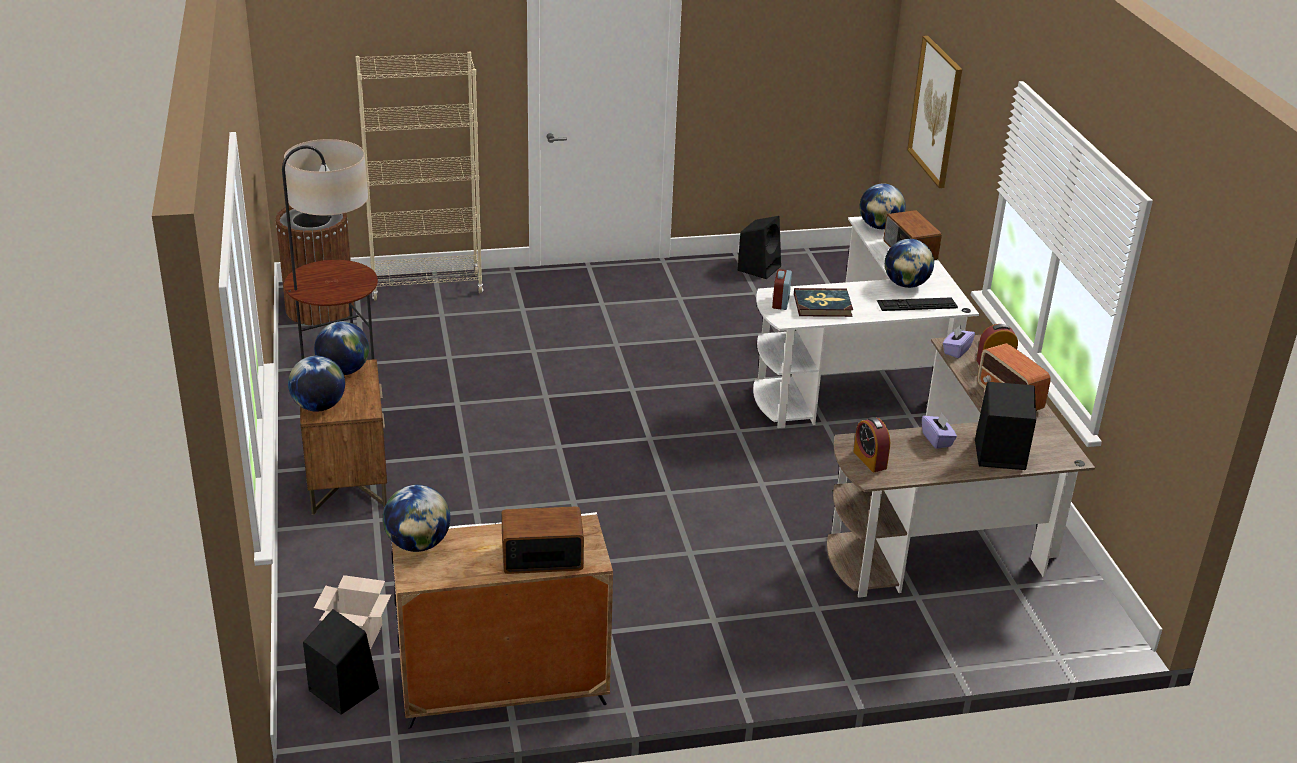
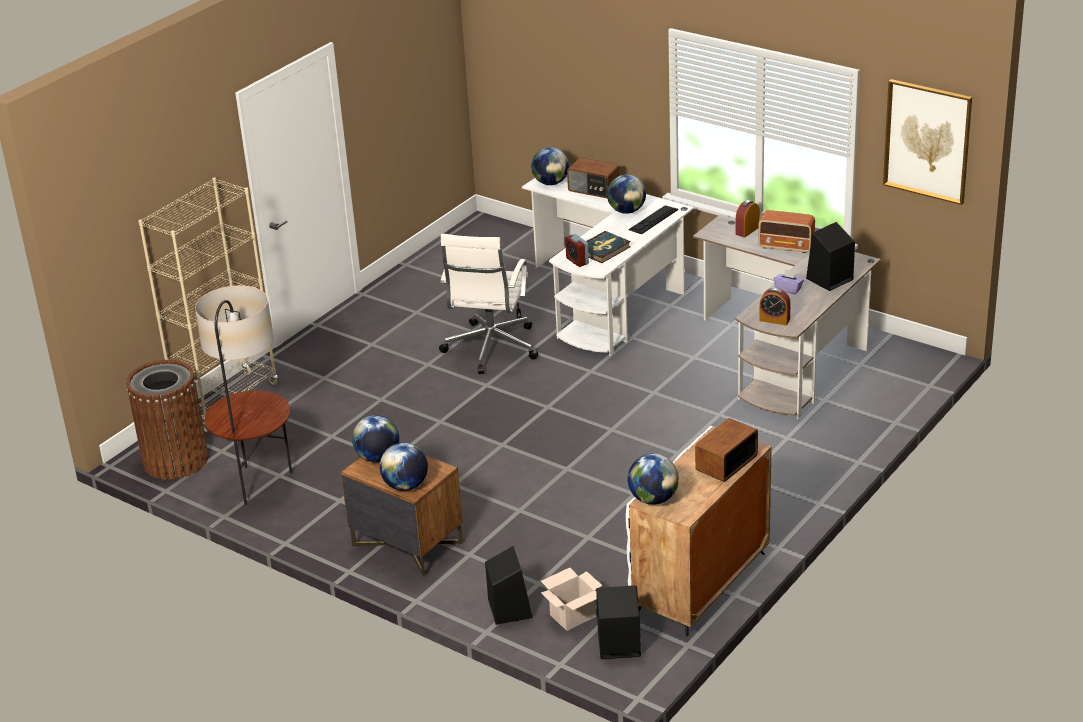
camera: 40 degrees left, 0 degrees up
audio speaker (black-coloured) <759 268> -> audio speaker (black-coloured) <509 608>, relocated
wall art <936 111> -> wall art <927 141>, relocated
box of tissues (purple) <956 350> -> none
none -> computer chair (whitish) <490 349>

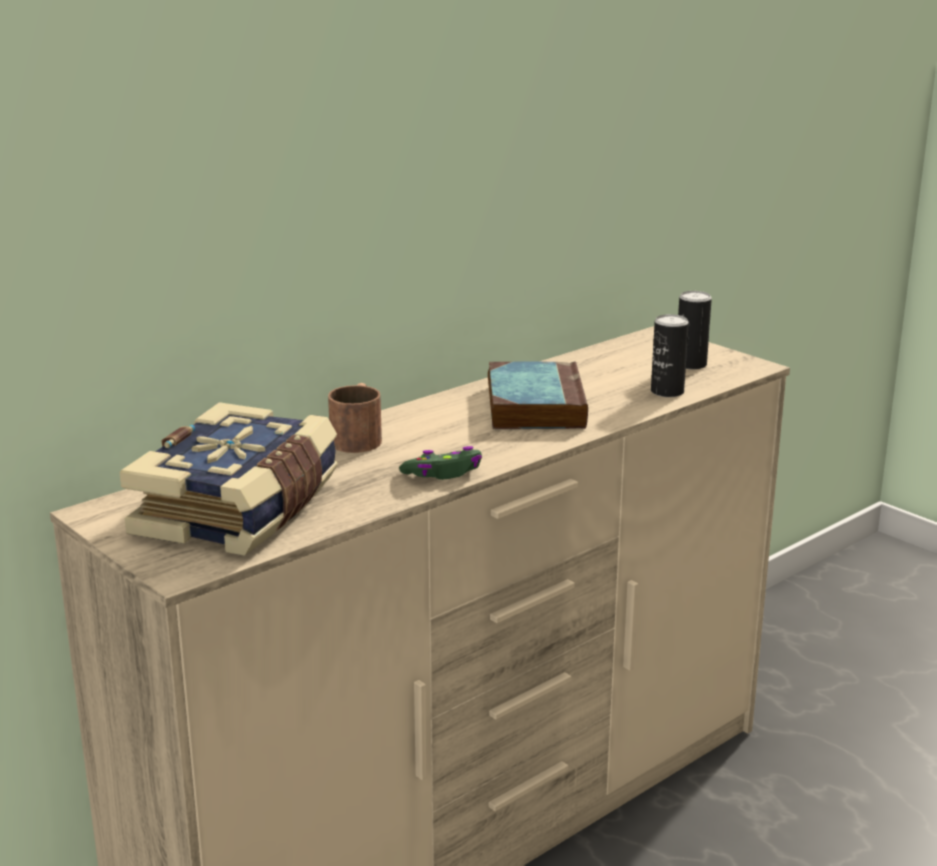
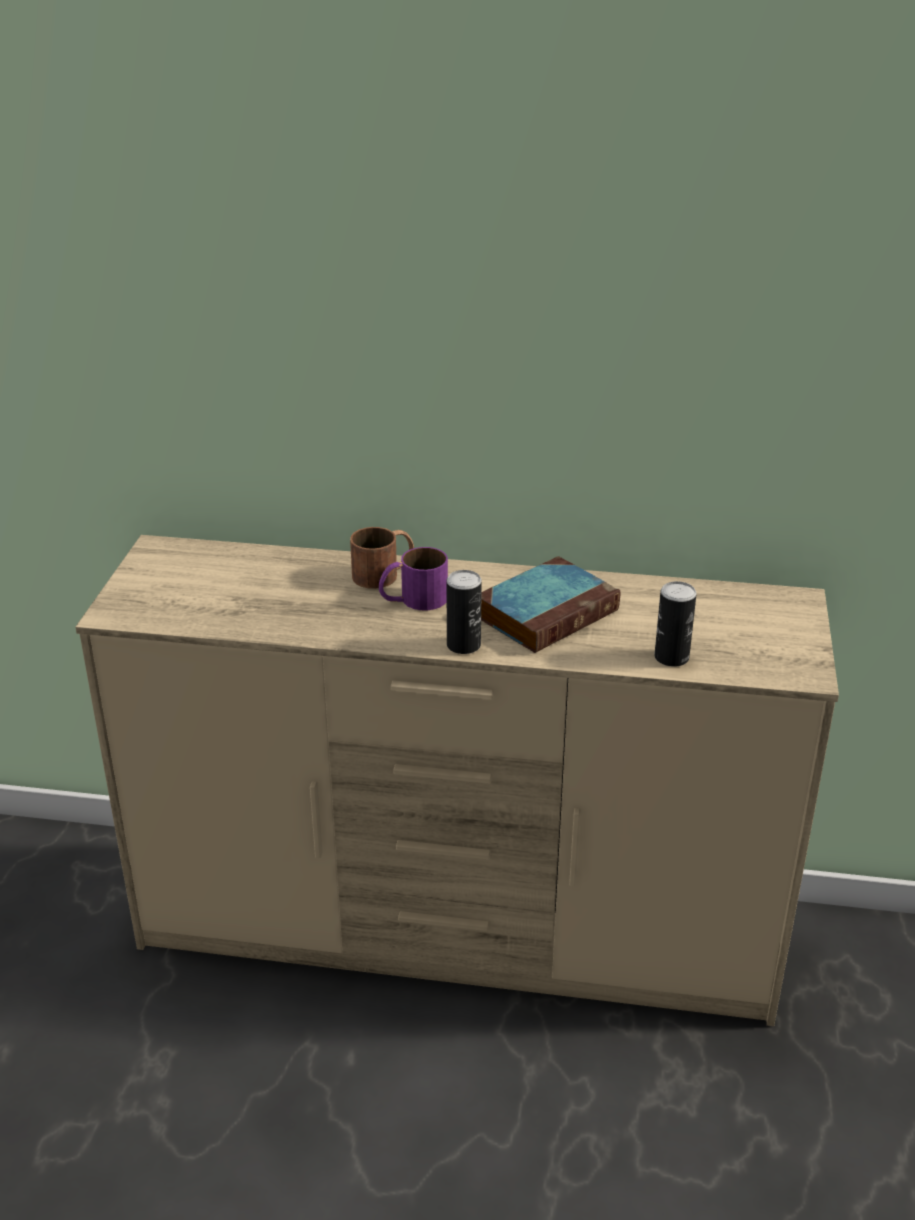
camera: 50 degrees right, 10 degrees up
volume <241 510> -> none
gamepad (greenish) <444 473> -> none
metal can <690 364> -> metal can <463 645>, relocated
none -> tea mug (purple) <413 599>

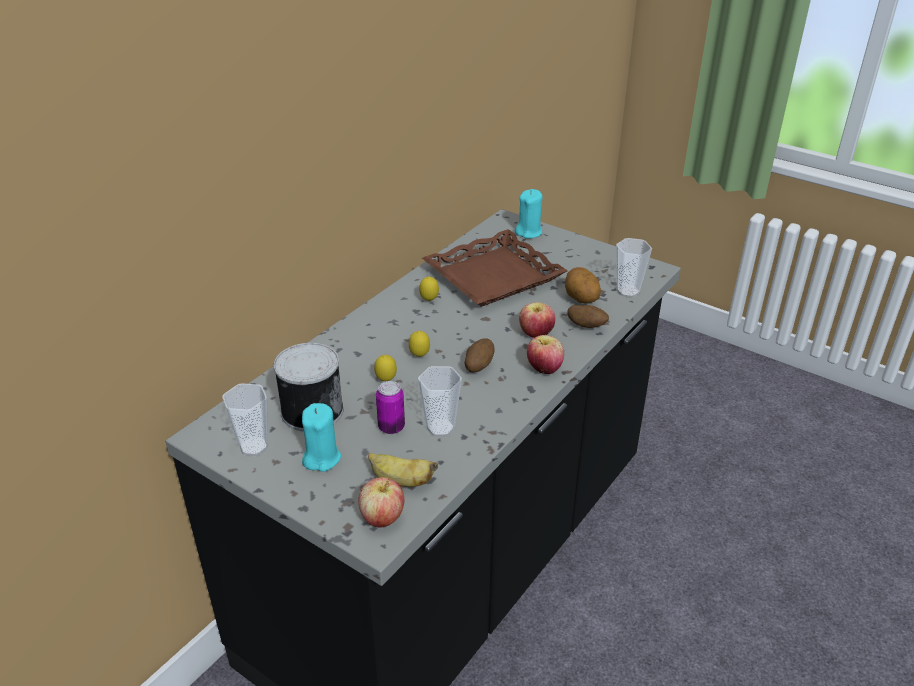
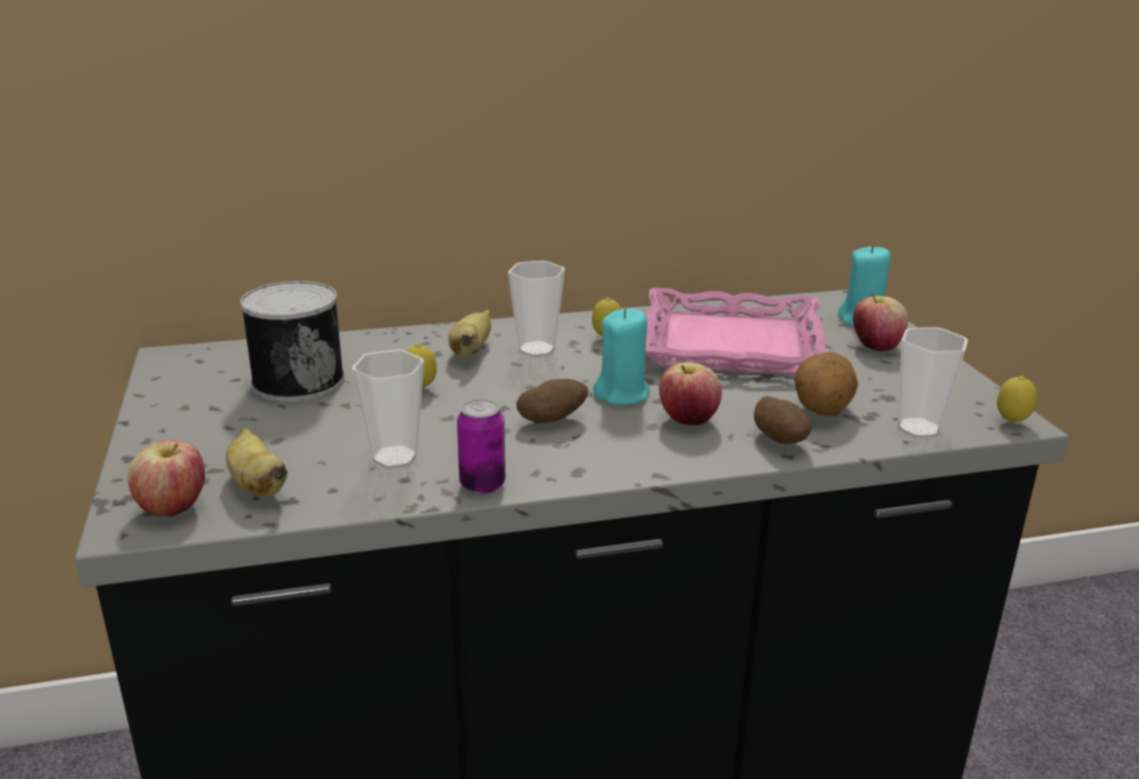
camera: 40 degrees right, 10 degrees down
cup <253 447> -> cup <536 349>, relocated
wax light (turquoise) <321 458> -> wax light (turquoise) <622 394>, relocated
metal can <391 427> -> metal can <482 485>, relocated
citrus fruit <419 356> -> citrus fruit <1011 422>, relocated
serving tray (brown) <494 277> -> serving tray (pinkish) <732 345>
apple fruit <544 369> -> apple fruit <876 346>, relocated
none -> whole banana <471 351>

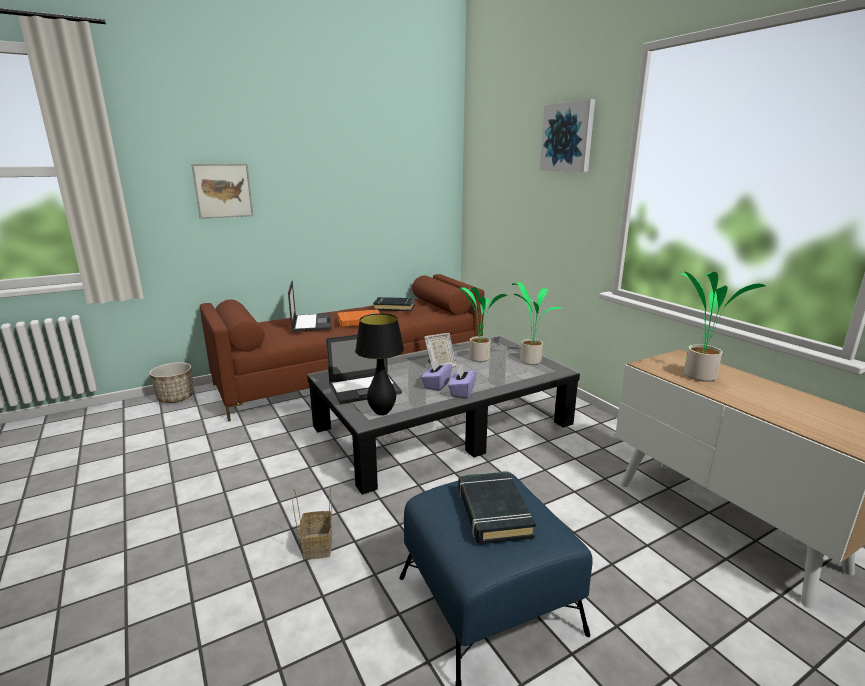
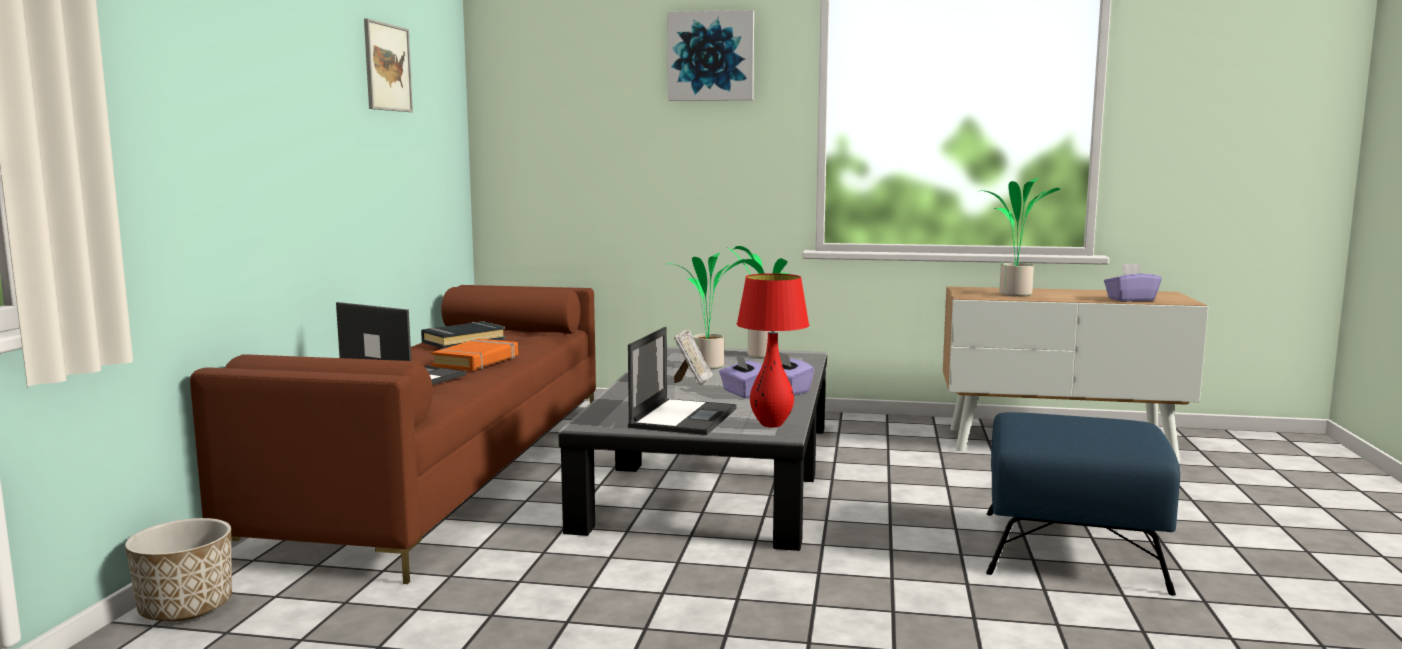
camera: 50 degrees left, 10 degrees down
wall art <223 190> -> wall art <387 67>, relocated
household basket <316 545> -> none
tabletop lamp (black-coloured) <382 412> -> tabletop lamp (reddish) <771 424>
volume (black-coloured) <493 512> -> none
none -> box of tissues (purple) <1130 299>

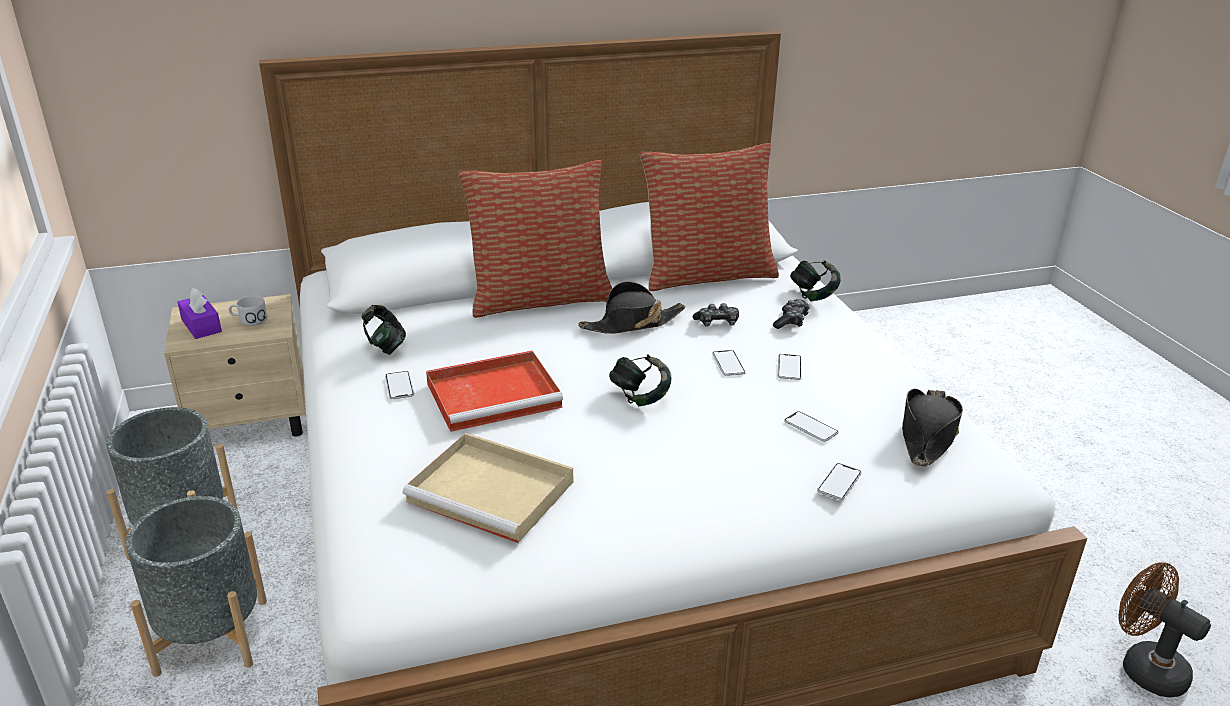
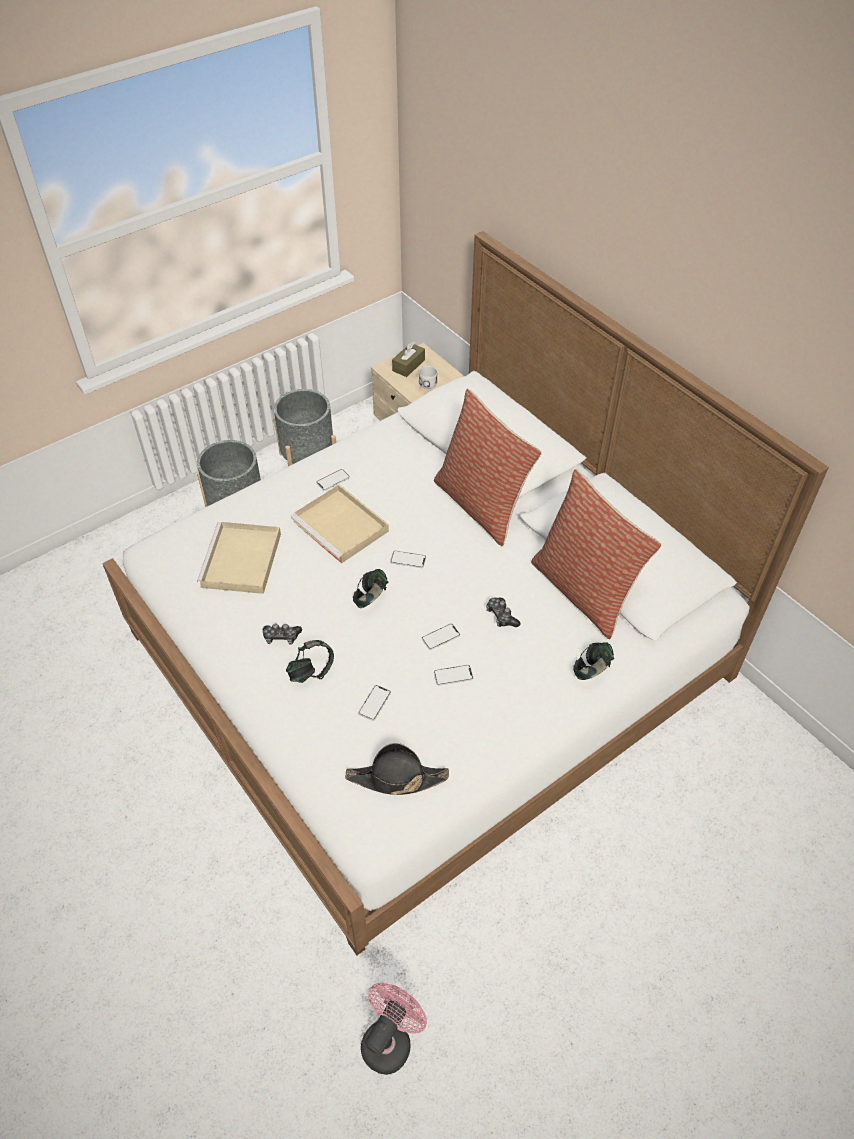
camera: 70 degrees right, 20 degrees up
box of tissues (purple) <201 326> -> box of tissues (brown) <408 365>
pair of headphones <386 347> -> pair of headphones <311 672>, relocated
serving tray (reddish) <496 394> -> serving tray (sand-coloured) <342 527>
wearable hat (black-coloured) <631 323> -> none
gamepad <791 321> -> gamepad <281 637>, relocated
handset <839 482> -> handset <408 560>, relocated
fan (brown) <1144 667> -> fan (pinkish) <390 1039>

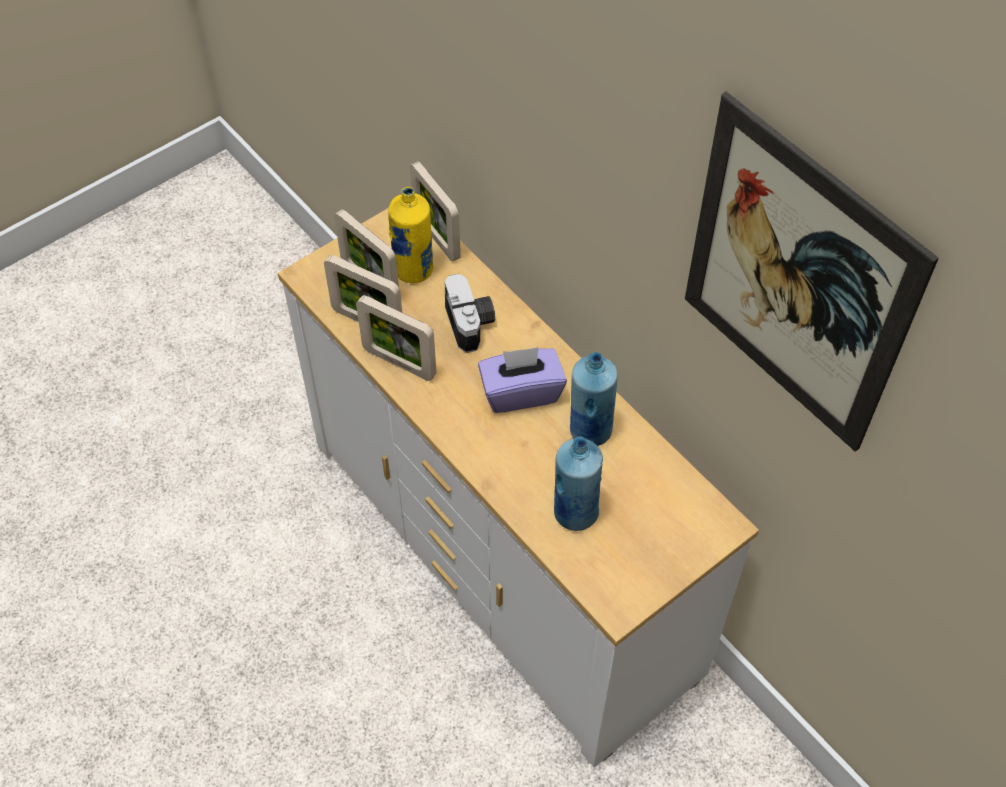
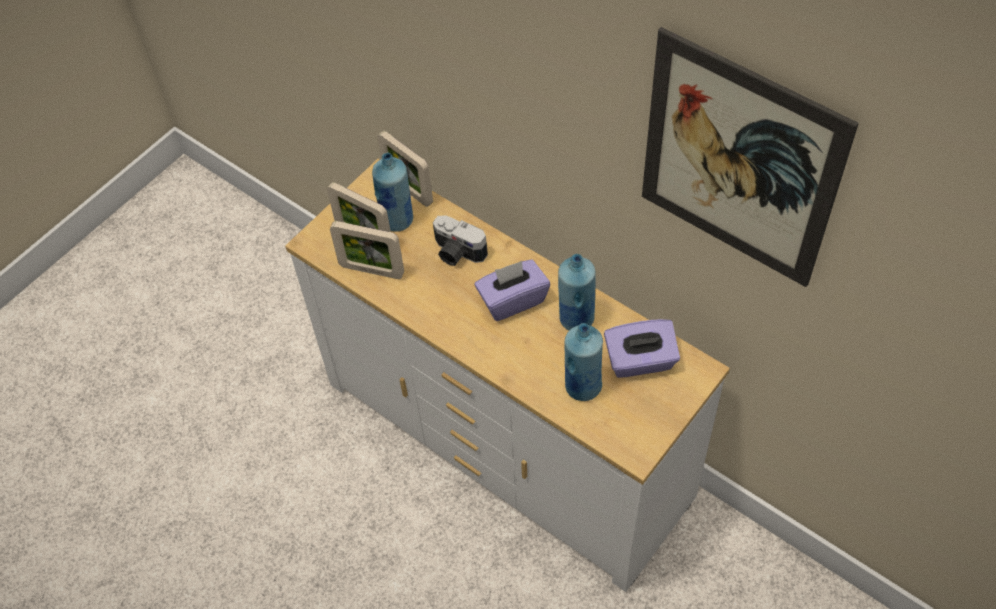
camera: 10 degrees left, 0 degrees up
picture frame <399 363> -> none
beverage bottle (yellow) <413 270> -> beverage bottle (blue) <397 220>
photo camera <472 323> -> photo camera <457 253>, 150 degrees clockwise
none -> box of tissues (purple) <640 361>

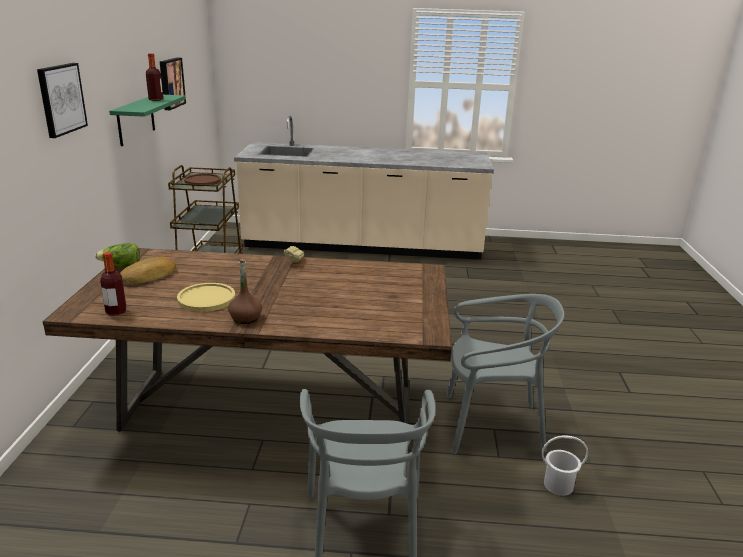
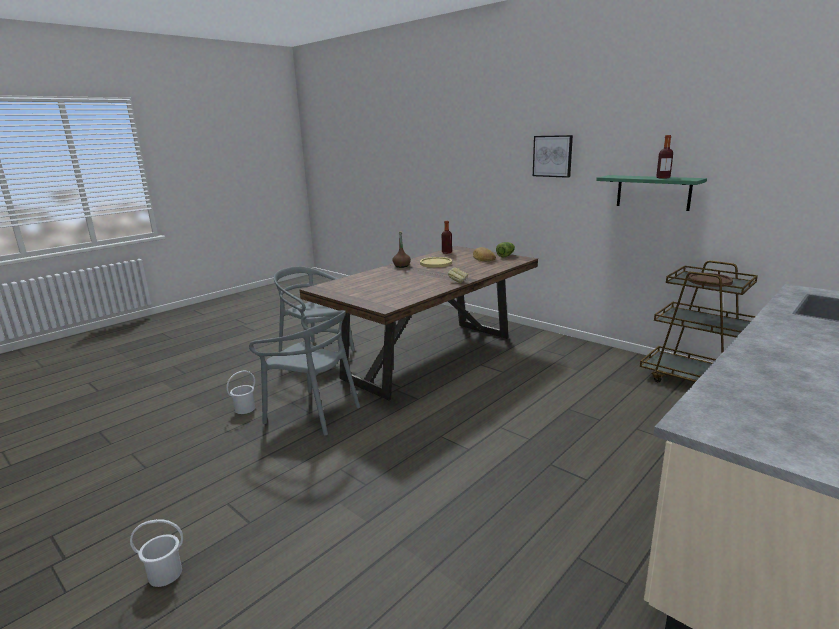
camera: 130 degrees right, 5 degrees down
wall art <170 83> -> none
upright chair (gray) <491 425> -> upright chair (gray) <313 413>, 105 degrees counterclockwise
none -> water bucket (whitish) <165 574>

